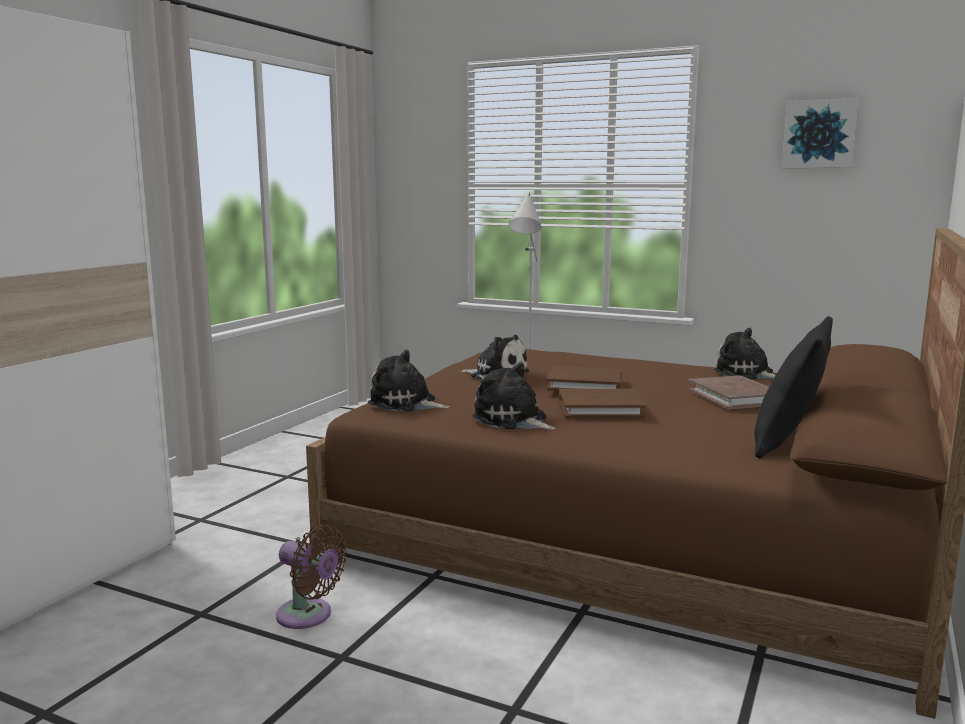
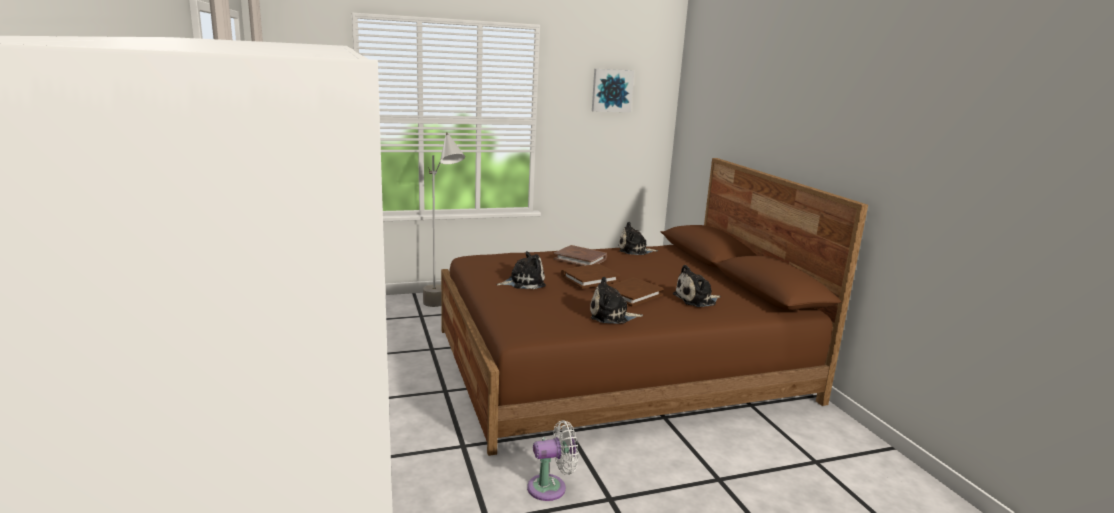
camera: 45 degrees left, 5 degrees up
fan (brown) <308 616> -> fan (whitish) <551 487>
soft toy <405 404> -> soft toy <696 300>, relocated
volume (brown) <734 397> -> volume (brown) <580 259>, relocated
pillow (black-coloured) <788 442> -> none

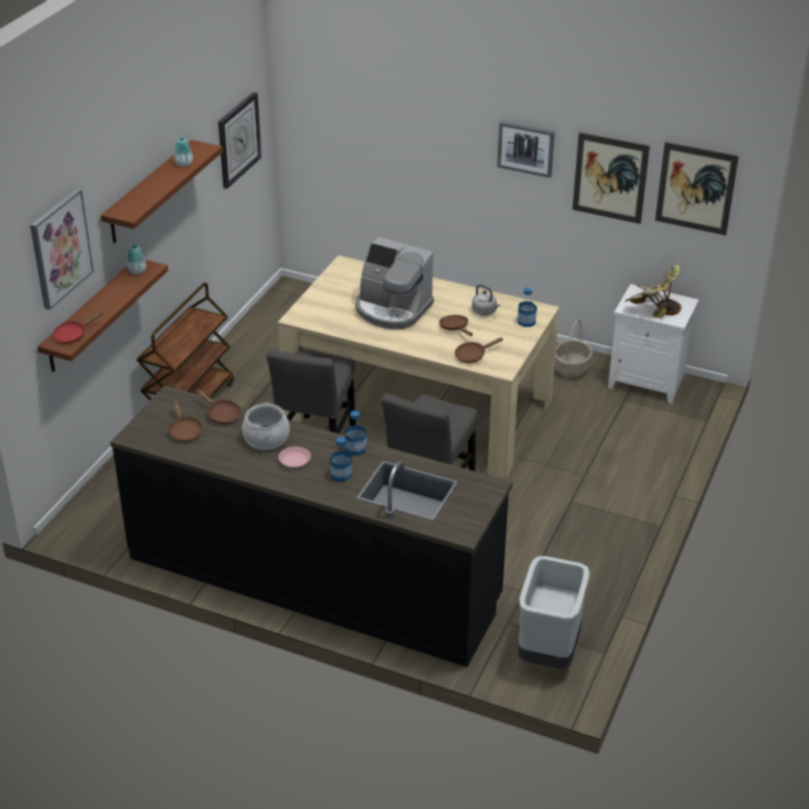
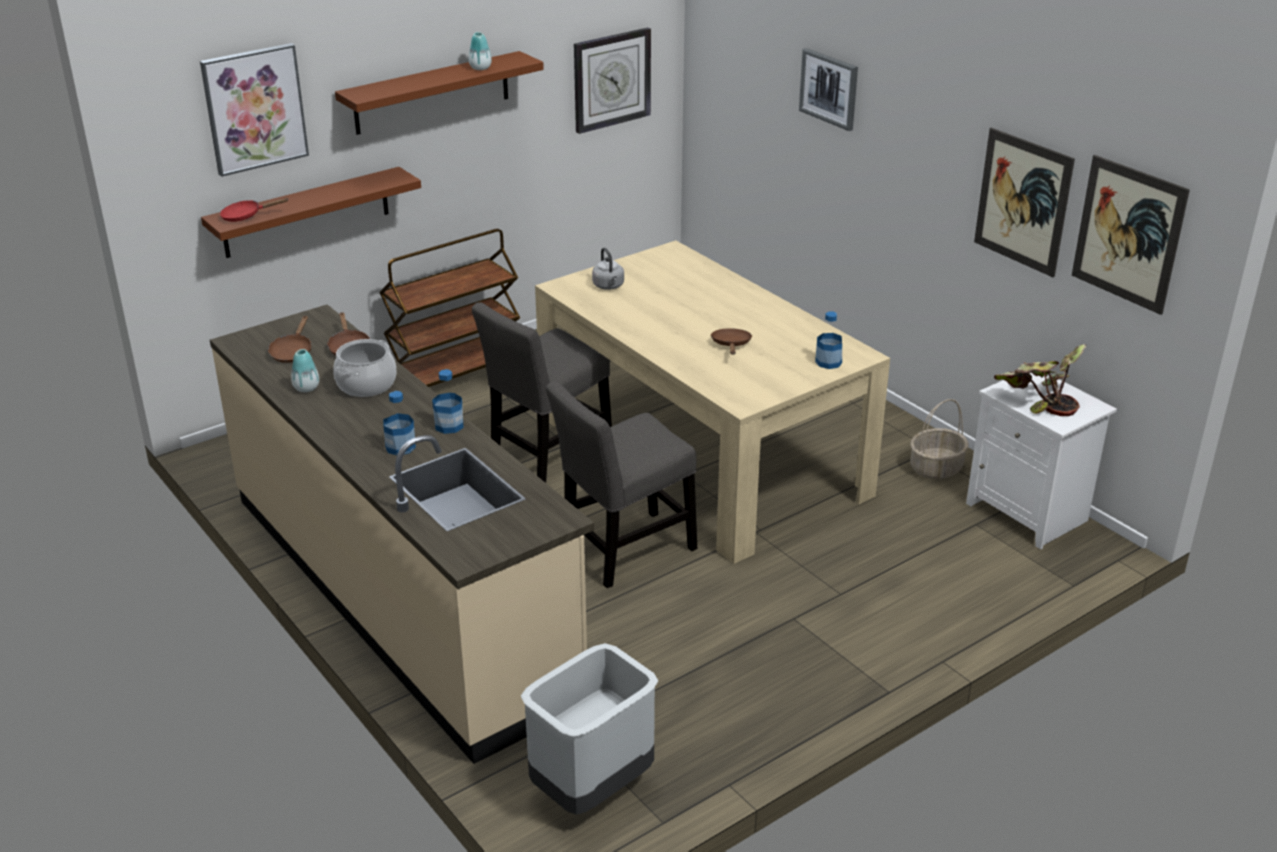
camera: 30 degrees right, 5 degrees down
counter (black-coloured) <313 579> -> counter (sand-coloured) <401 593>
flower vase <137 271> -> flower vase <306 388>, relocated
flat dish (pinkish) <294 459> -> none
coffee machine <392 309> -> none
frying pan (brown) <473 355> -> none
tea kettle (gray) <485 311> -> tea kettle (gray) <609 286>, relocated
wall art <526 148> -> wall art <829 88>, relocated

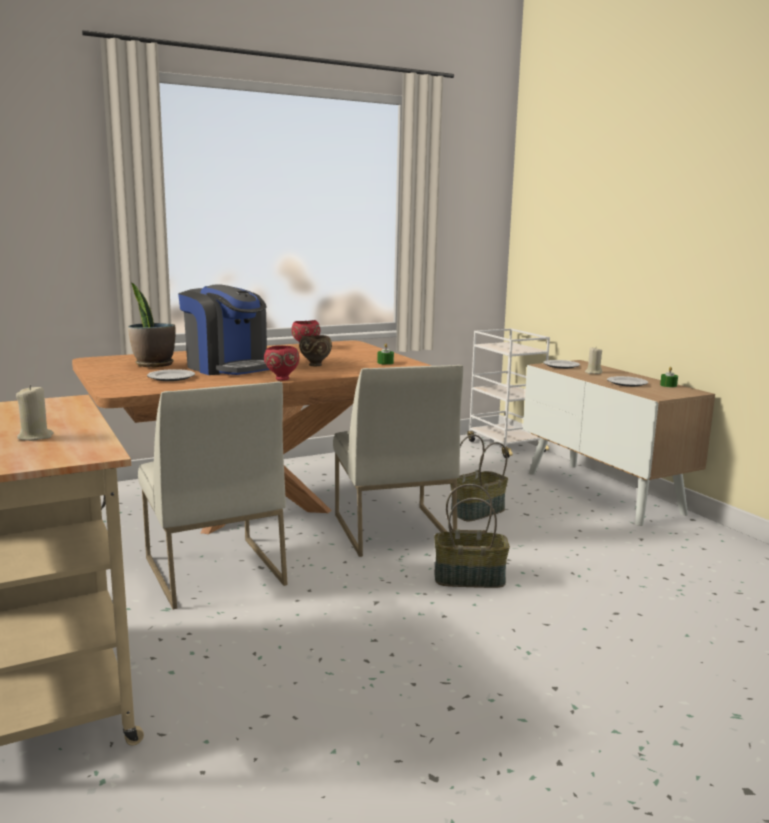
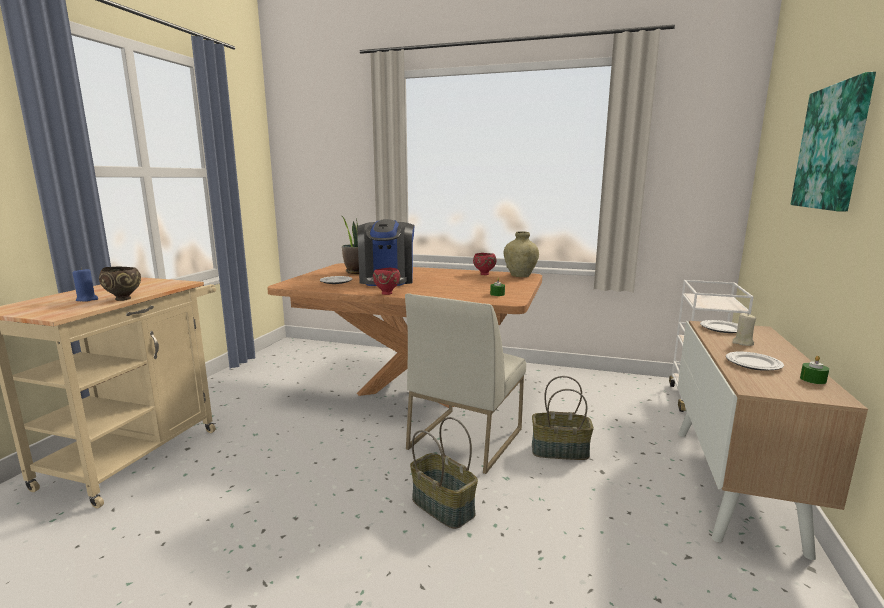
camera: 45 degrees right, 0 degrees up
wax light (sand-coloured) <35 437> -> wax light (blue) <87 299>
upright chair (whitish) <212 570> -> none
deep dish (brown) <315 365> -> deep dish (brown) <124 299>, relocated
none -> flower vase (sand-coloured) <520 275>
none -> wall art <832 147>

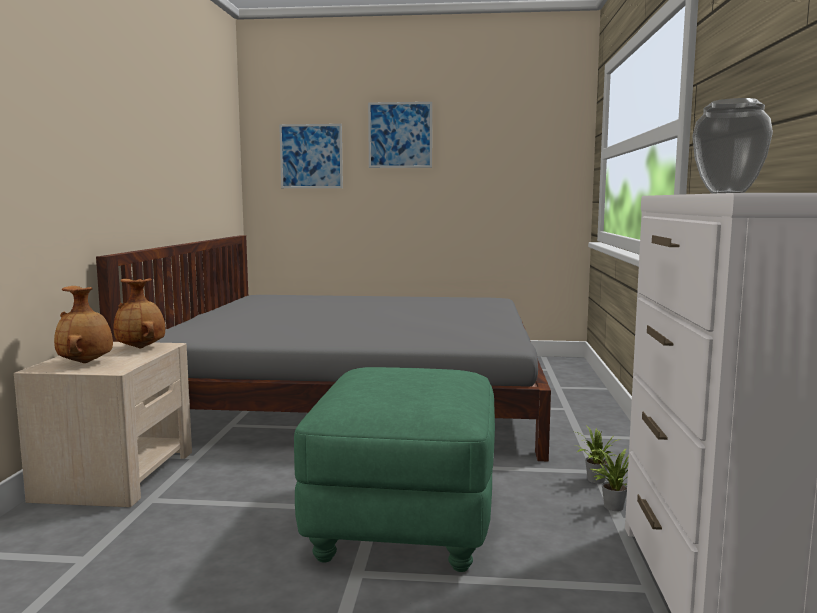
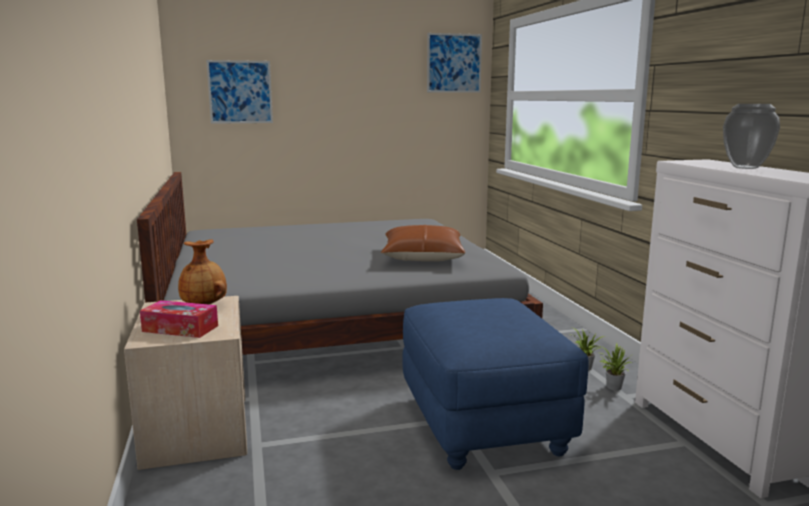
camera: 20 degrees left, 5 degrees up
flower vase (brown) <86 362> -> box of tissues <180 328>
ottoman (greenish) <403 520> -> ottoman (blue) <483 424>
wall art <400 135> -> wall art <454 63>, relocated
none -> pillow (brown) <422 257>

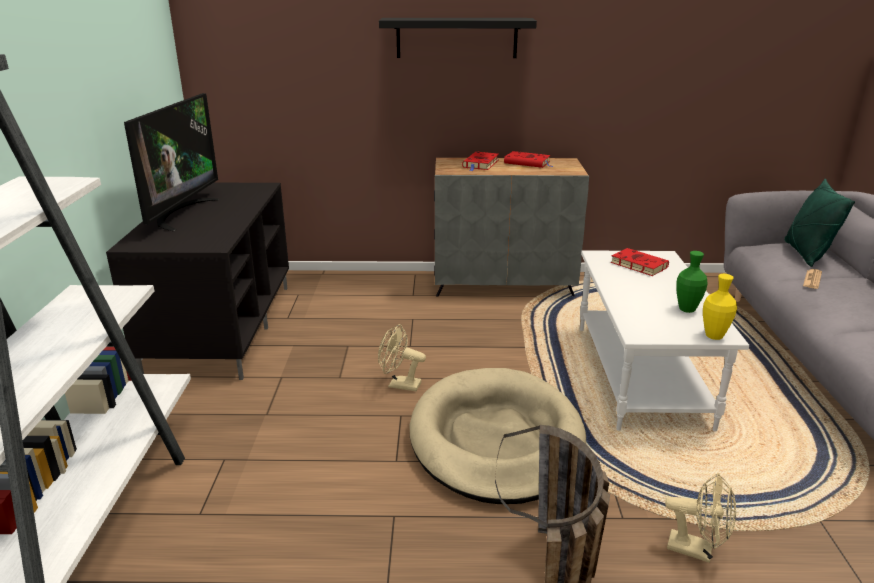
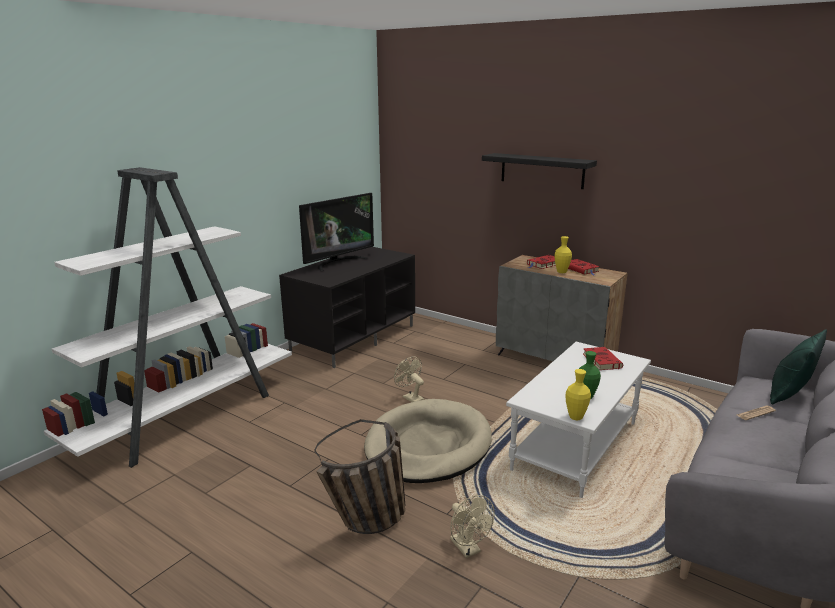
camera: 35 degrees right, 5 degrees down
none -> flower vase (yellow) <561 272>

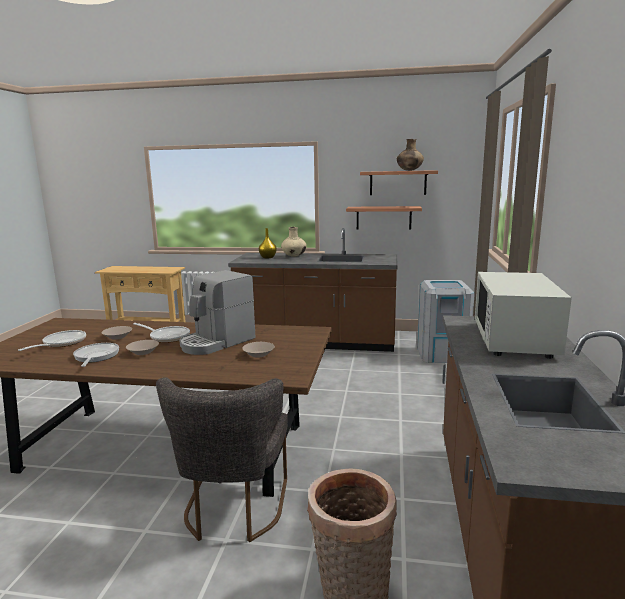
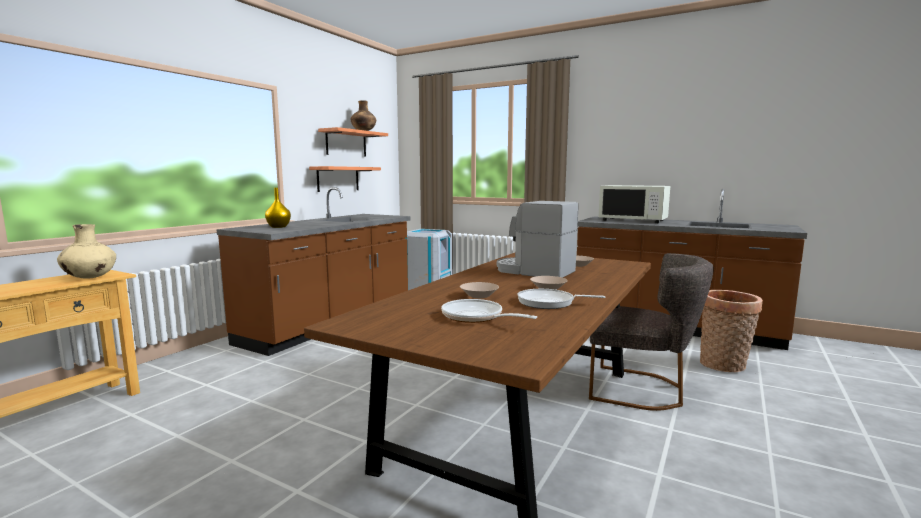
camera: 70 degrees left, 5 degrees down
frying pan <167 337> -> none
coffee machine <216 342> -> coffee machine <534 271>, 150 degrees clockwise
flower vase (sand-coloured) <294 256> -> flower vase (sand-coloured) <90 278>, relocated

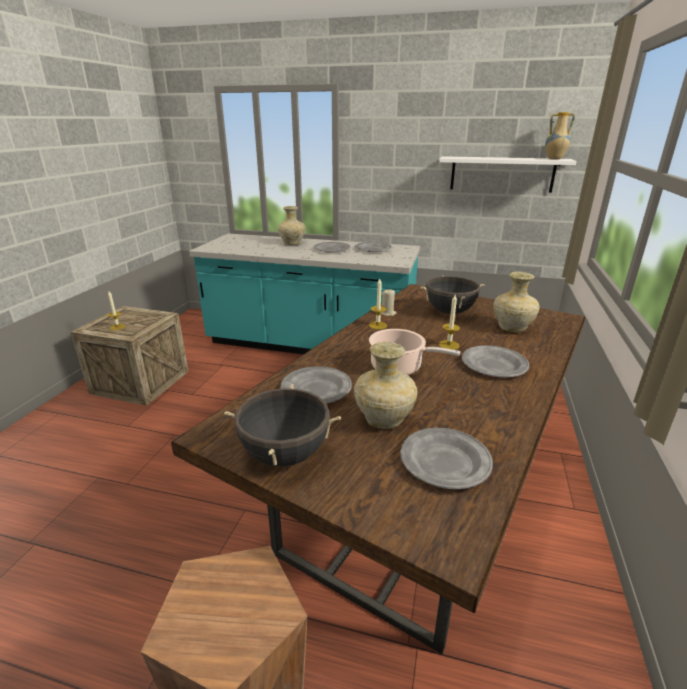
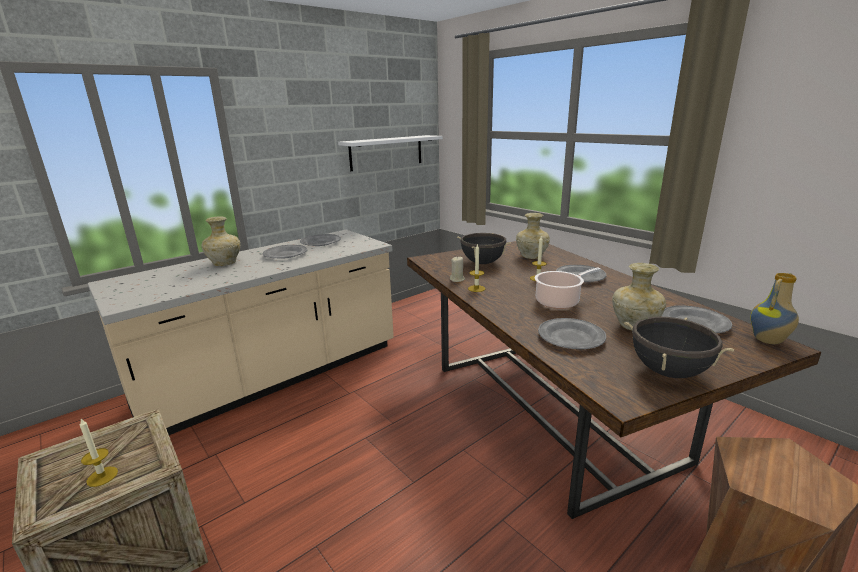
camera: 55 degrees left, 5 degrees down
counter (turquoise) <310 344> -> counter (sand-coloured) <274 376>
flower vase <554 159> -> flower vase <768 341>, relocated

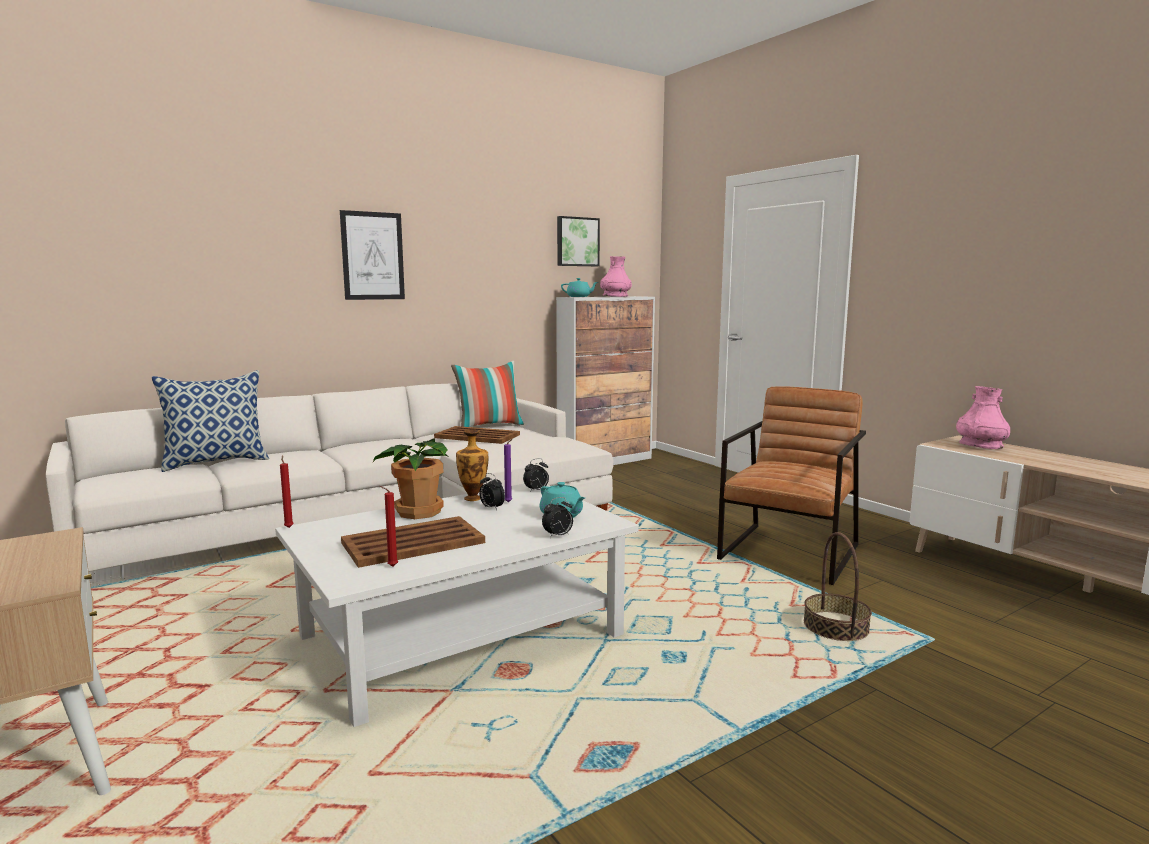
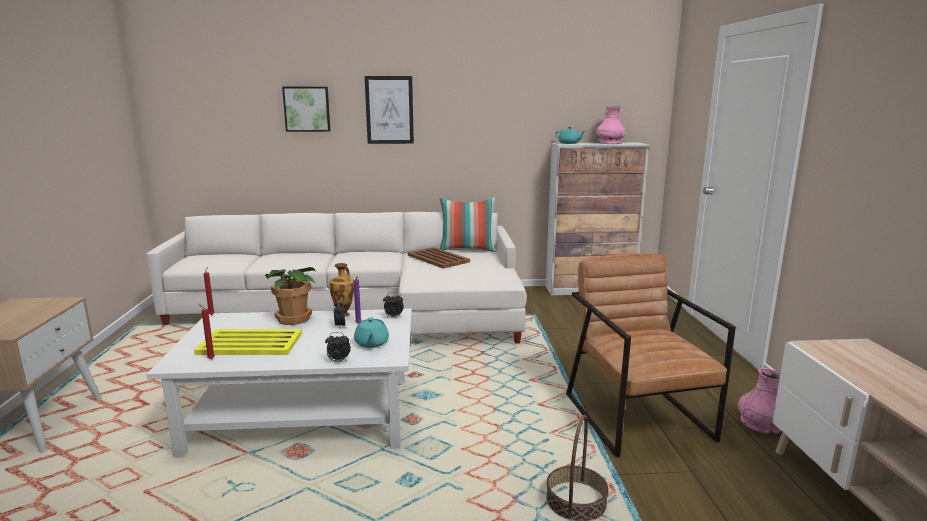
camera: 30 degrees right, 5 degrees up
pillow <216 462> -> none
serving tray (brown) <411 543> -> serving tray (yellow) <249 343>
wall art <577 242> -> wall art <307 109>, relocated
armchair (brown) <790 552> -> armchair (brown) <637 416>, 75 degrees counterclockwise
flower vase (pinkish) <980 446> -> flower vase (pinkish) <760 424>, relocated

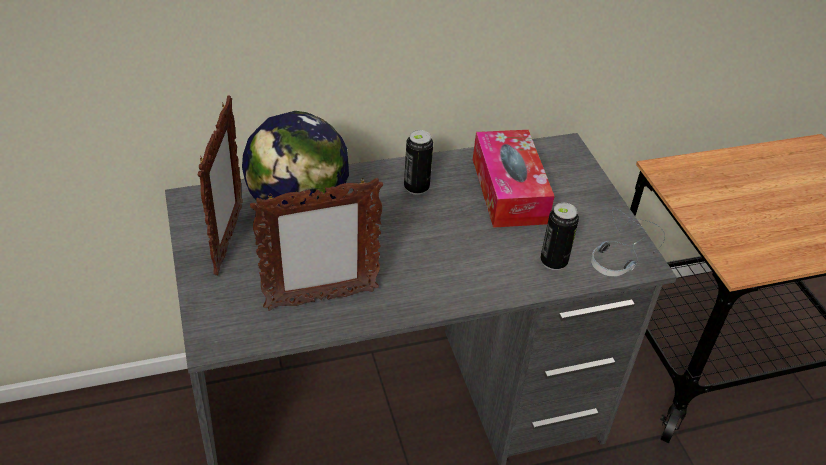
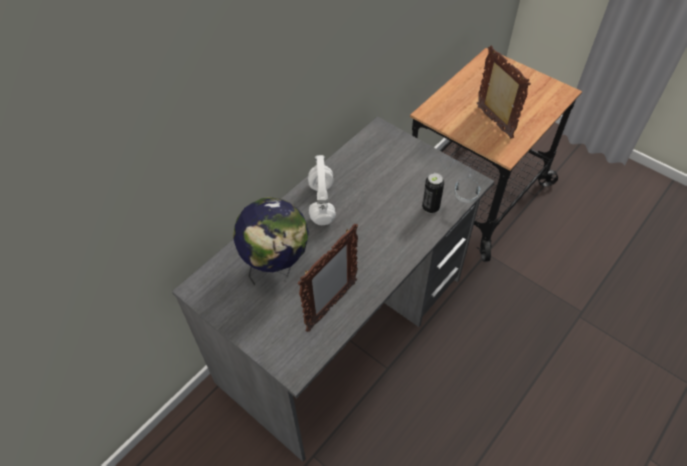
camera: 30 degrees left, 10 degrees up
picture frame <228 240> -> picture frame <494 122>, relocated
metal can <416 188> -> pair of headphones (whitish) <321 202>
box of tissues <509 190> -> none

